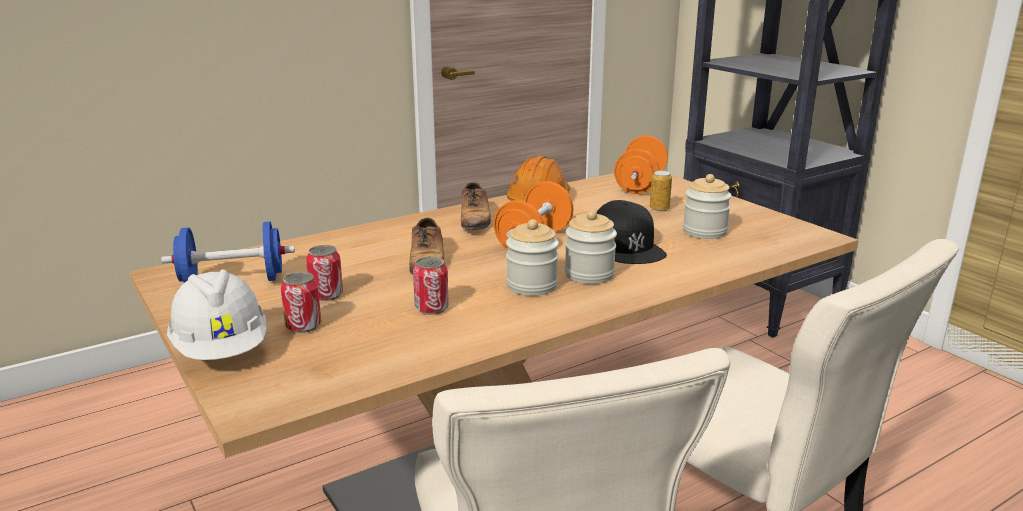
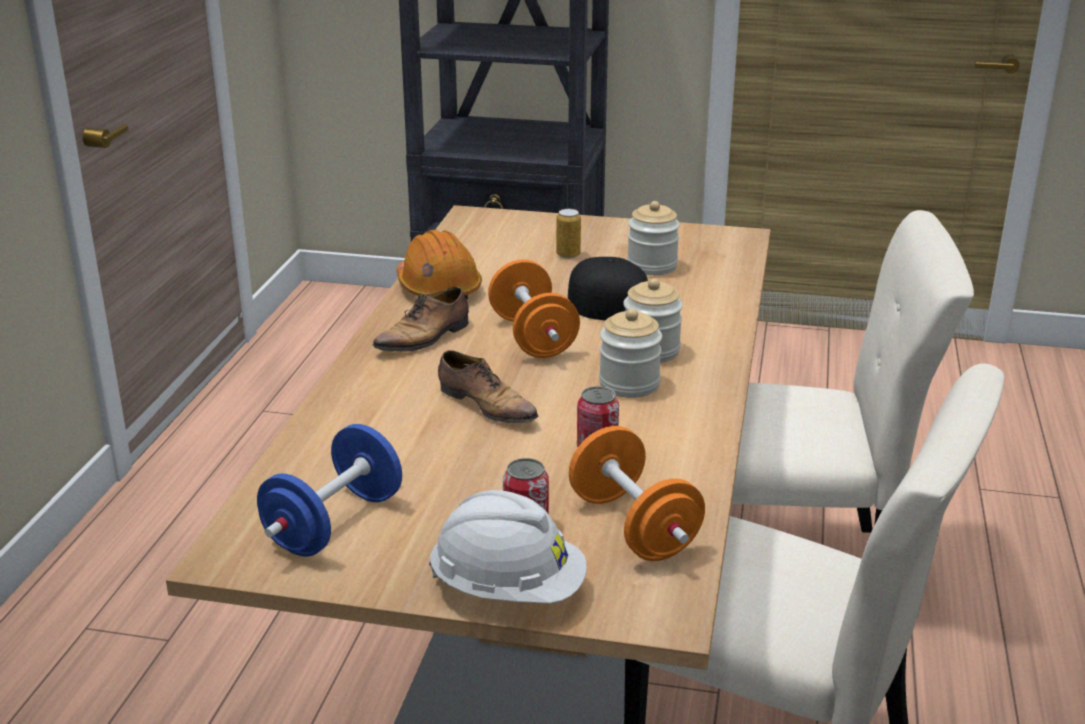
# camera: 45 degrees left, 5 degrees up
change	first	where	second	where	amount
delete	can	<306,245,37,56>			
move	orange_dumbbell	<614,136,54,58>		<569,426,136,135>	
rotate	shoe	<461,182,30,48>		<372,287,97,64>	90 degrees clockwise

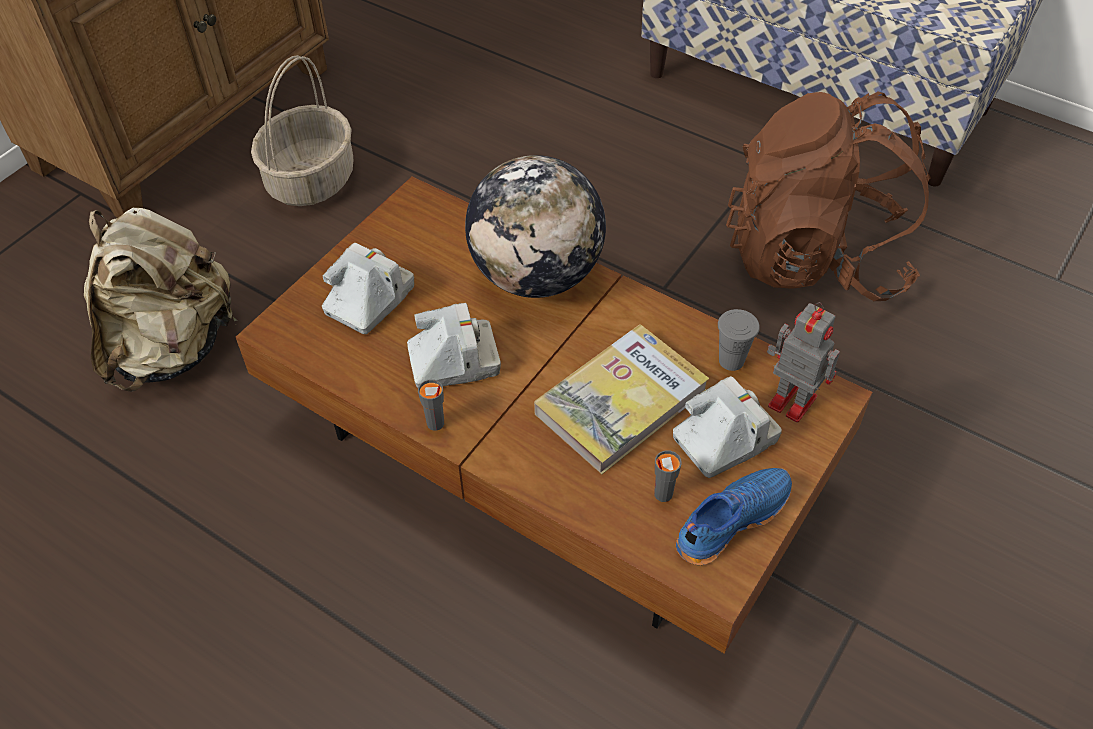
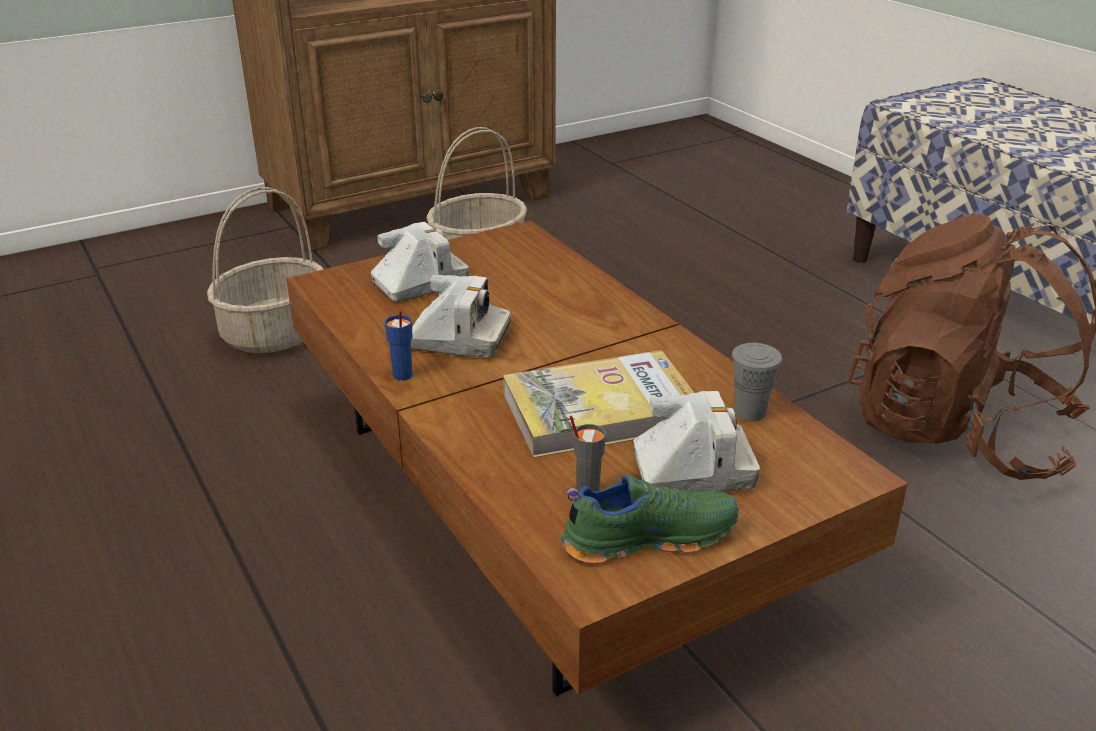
# camera: 25 degrees right, 20 degrees down
change	first	where	second	where	amount
delete	globe	<465,155,141,143>			
delete	toy_robot	<767,302,73,121>			
replace	beige_backpack	<84,208,154,183>	basket	<207,187,116,166>	
recolor	grey_cup	<418,379,26,52>	blue_cup	<384,310,29,71>	
recolor	blue_shoe	<676,468,116,97>	green_shoe	<561,475,178,89>	

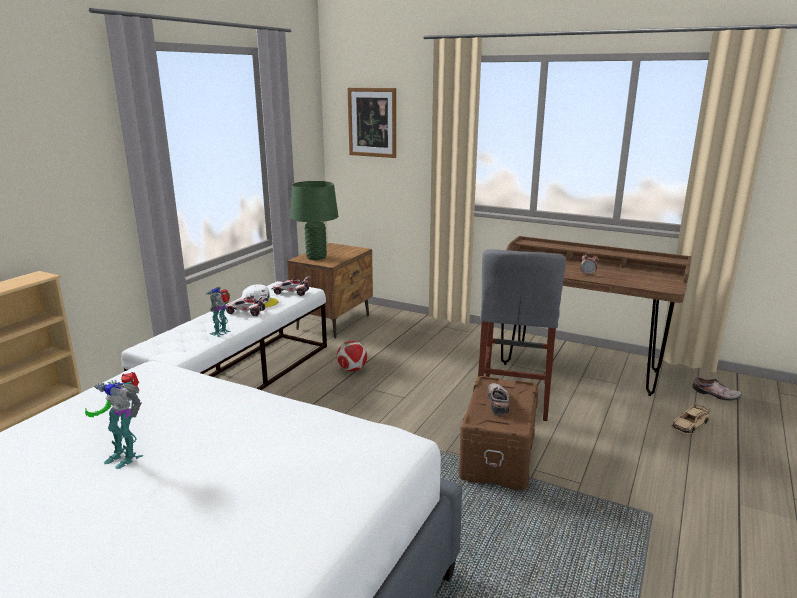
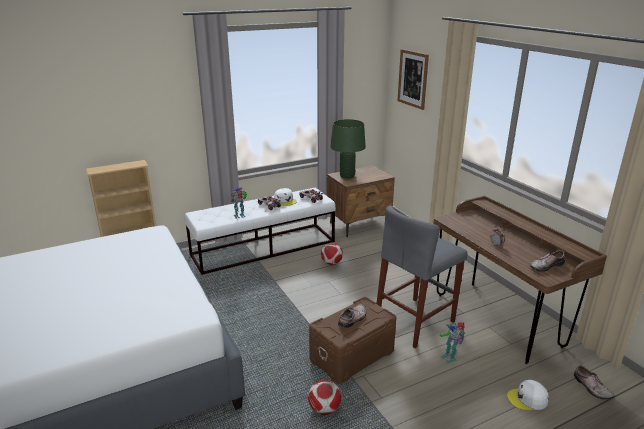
# camera: 35 degrees right, 5 degrees up
change	first	where	second	where	amount
insert			football	<308,380,33,35>	
insert			shoe	<530,250,35,22>	
move	toy_robot	<85,372,58,97>		<440,322,25,41>	
replace	beige_toy_car	<672,402,39,32>	white_cap	<507,380,42,31>	

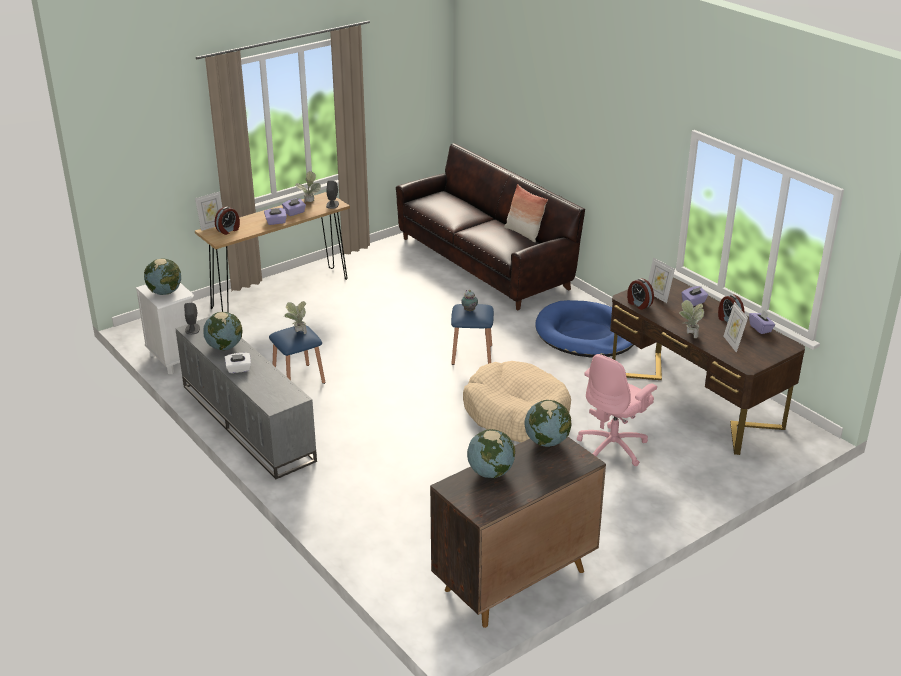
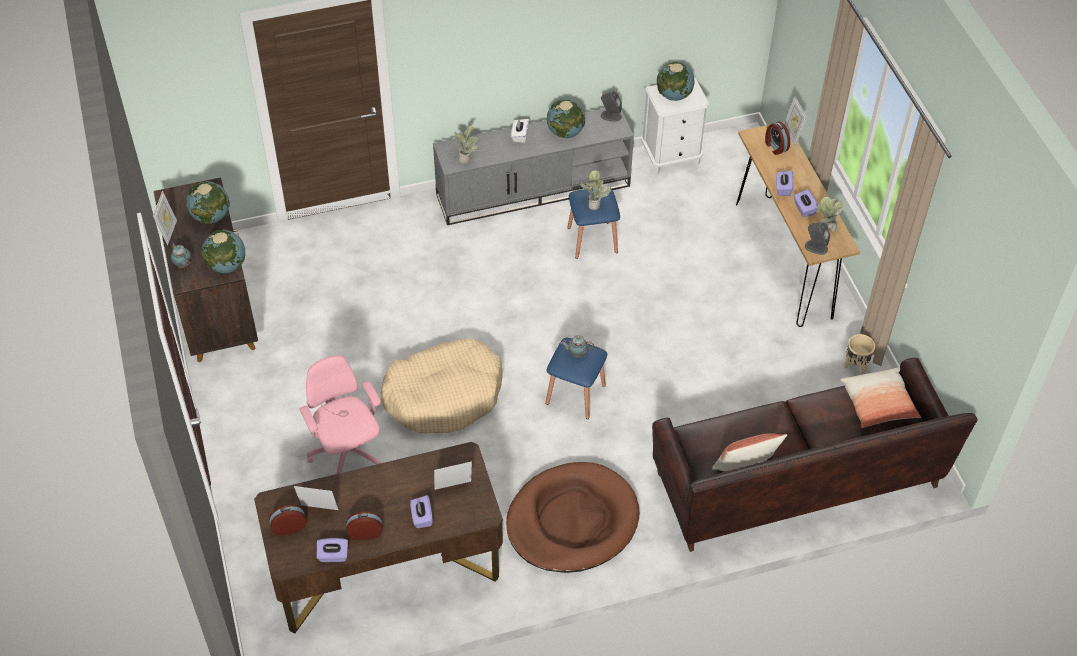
# camera: 110 degrees right, 20 degrees up
change	first	where	second	where	amount
insert			picture_frame	<153,191,24,54>	
insert			teapot	<171,243,20,25>	
insert			pillow	<840,368,81,60>	
insert			beige_planter	<844,334,31,40>	
move	alarm_clock	<627,278,27,32>		<269,505,38,31>	
move	potted_plant	<679,300,25,38>		<454,126,24,38>	
recolor	blue_dog_bed	<535,300,99,58>	brown_dog_bed	<506,462,134,111>	

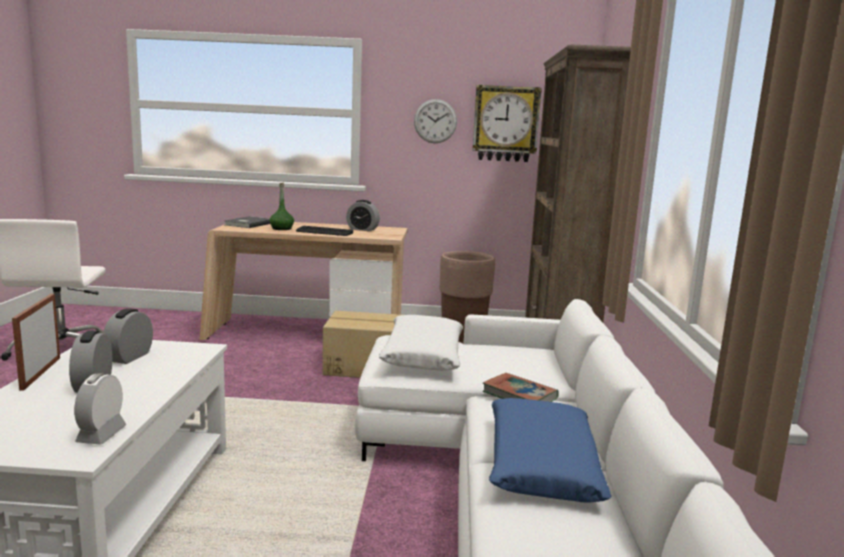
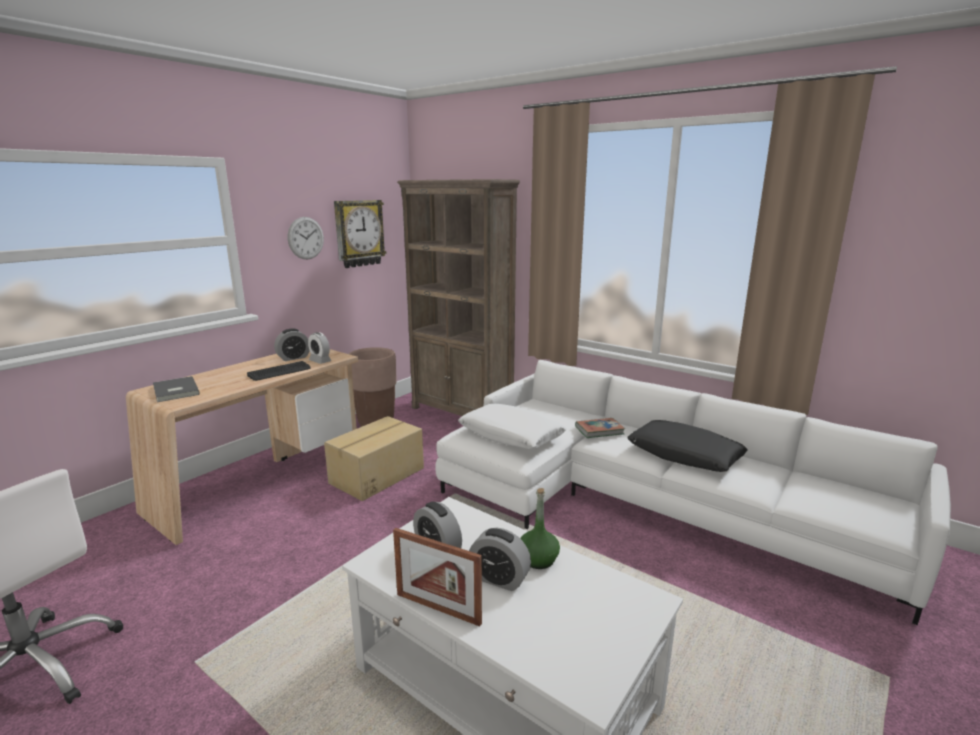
# camera: 55 degrees left, 5 degrees up
change	first	where	second	where	amount
move	alarm_clock	<74,373,53,72>		<308,332,24,32>	
move	green_bottle	<270,183,24,47>		<520,488,40,81>	
recolor	blue_pillow	<489,398,123,105>	black_pillow	<627,420,121,52>	

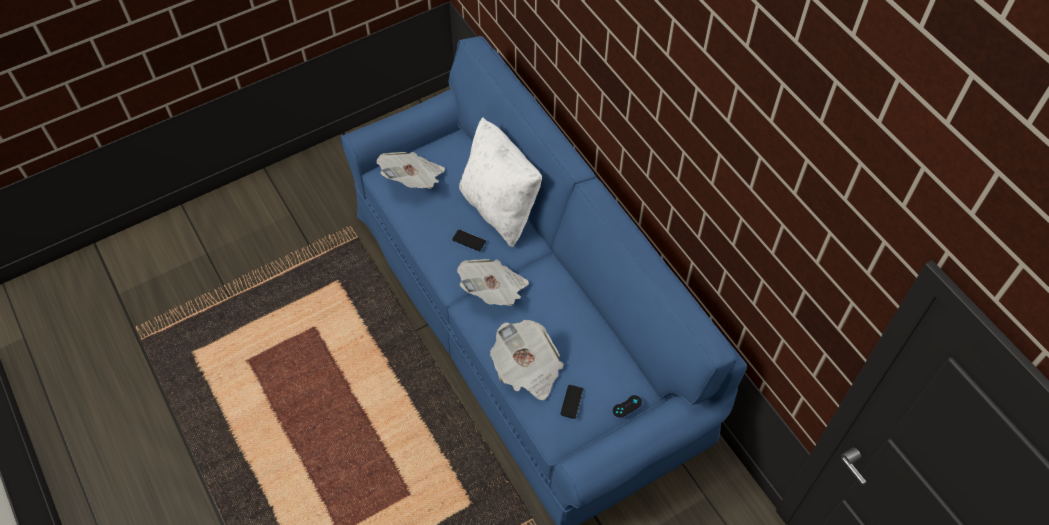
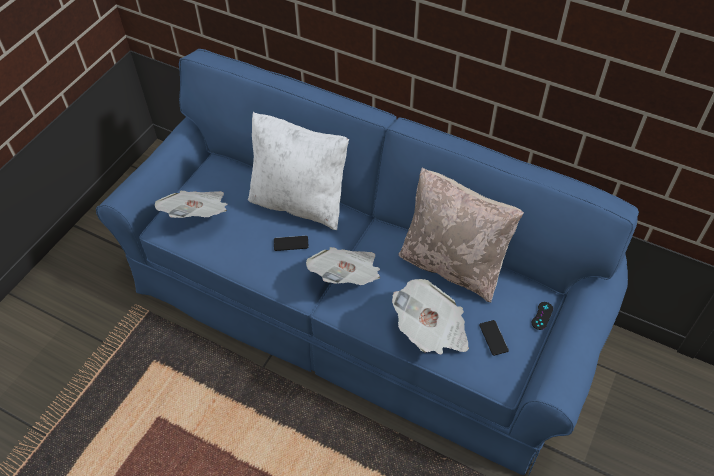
# camera: 30 degrees left, 5 degrees down
change	first	where	second	where	amount
insert			beige_pillow	<398,167,126,135>	

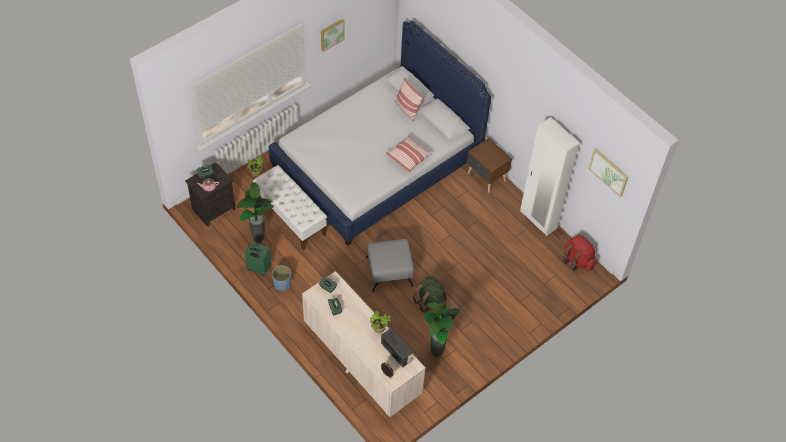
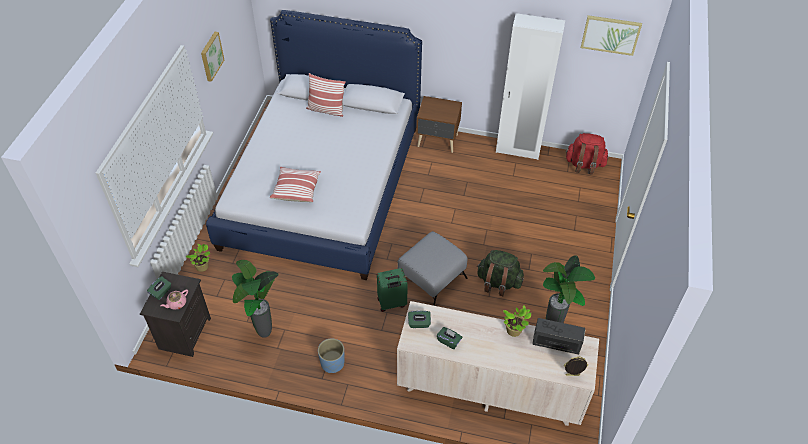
# camera: 35 degrees left, 5 degrees down
change	first	where	second	where	amount
delete	white_bench	<253,165,74,85>			
move	green_suitcase	<245,242,27,34>		<377,268,31,44>	
move	pillow	<386,135,46,37>		<270,167,51,35>	

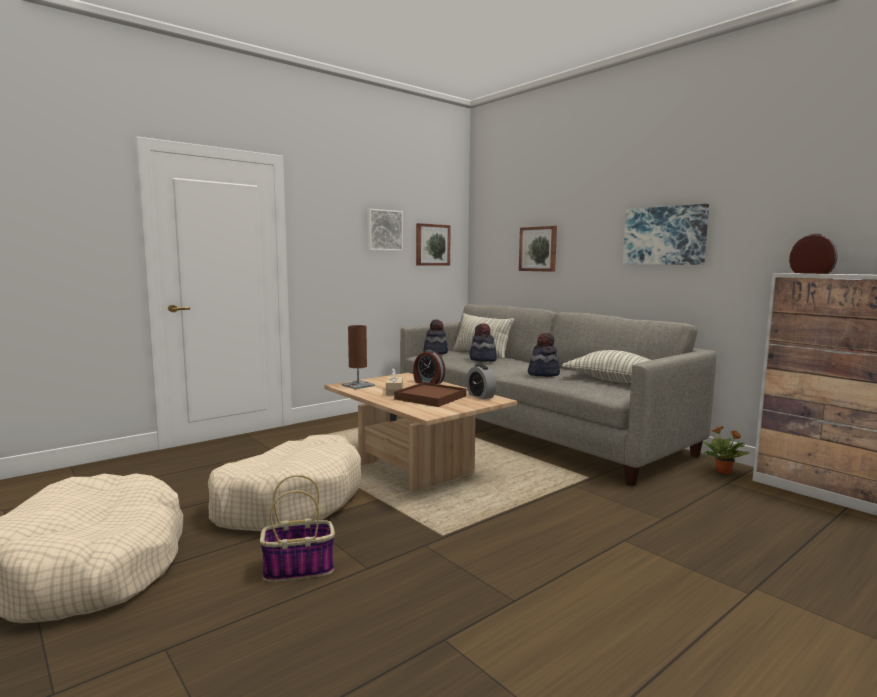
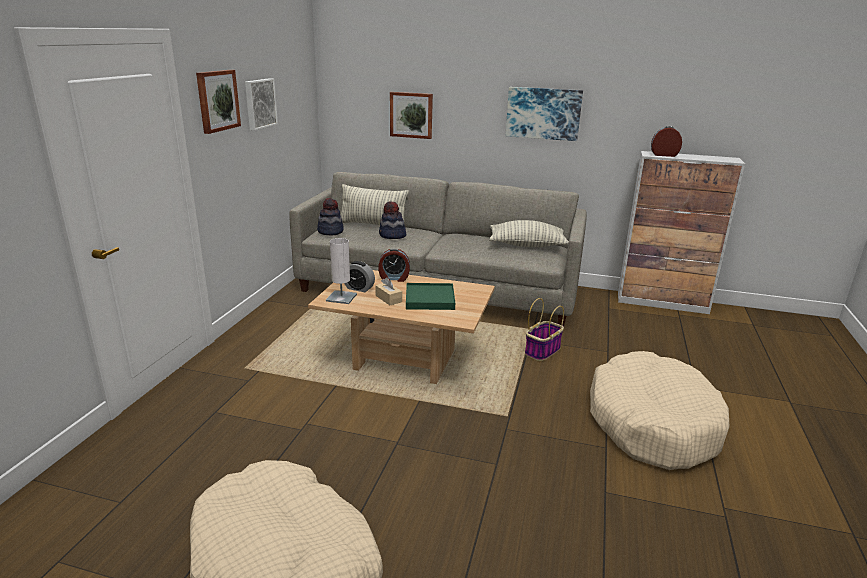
# camera: 35 degrees left, 15 degrees up
change	first	where	second	where	amount
delete	hat	<528,333,32,44>			
delete	potted_plant	<703,426,46,48>			
move	beige_dog_bed	<208,435,153,96>		<590,351,140,119>	
move	basket	<260,475,75,107>		<525,298,39,63>	
move	picture	<416,223,35,43>		<196,70,45,64>	
move	alarm_clock	<466,364,30,35>		<344,261,31,31>	
recolor	brown_table_lamp	<341,325,34,64>	white_table_lamp	<326,238,31,66>	
recolor	brown_tray	<394,382,72,25>	green_tray	<406,283,49,27>	

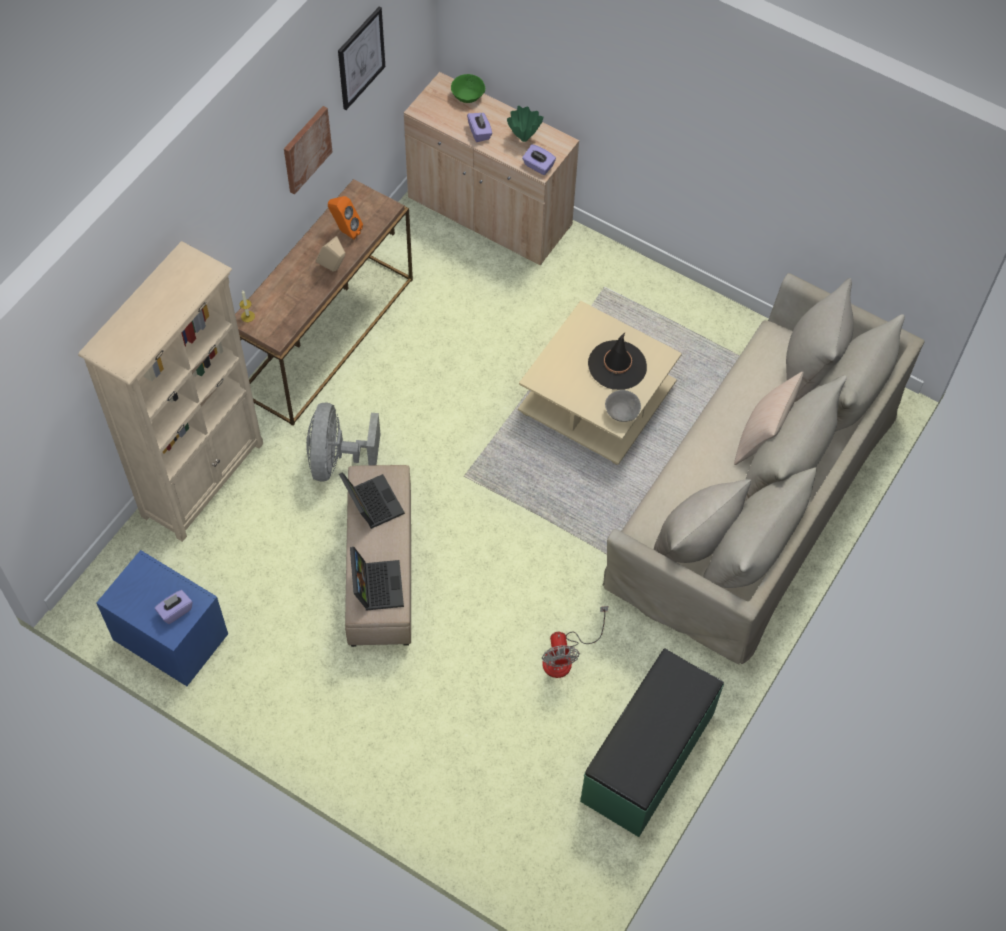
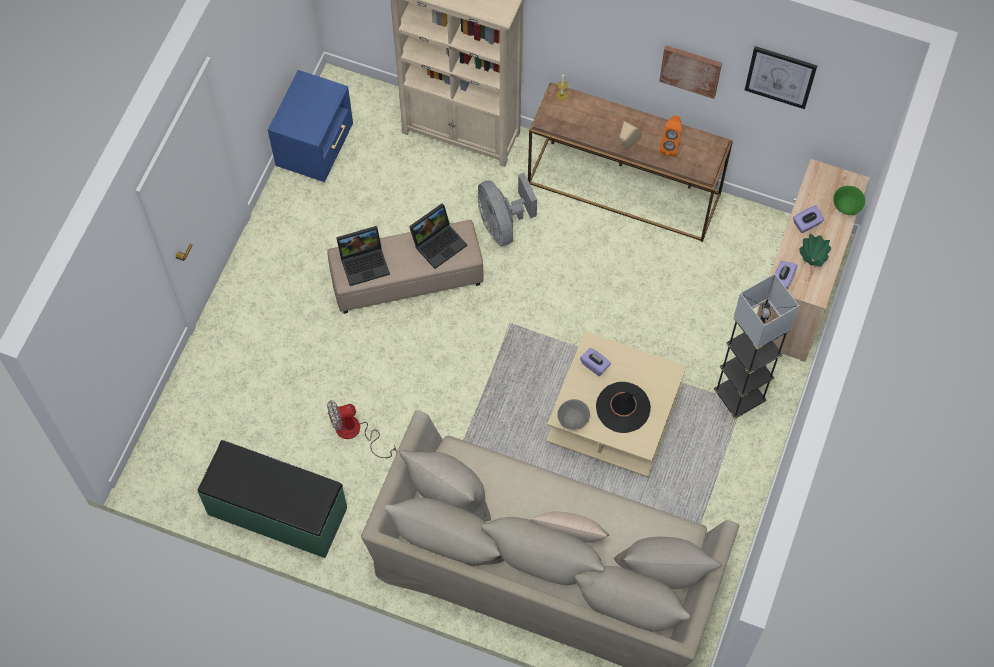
# camera: 80 degrees right, 5 degrees up
change	first	where	second	where	amount
insert			grey_floor_lamp	<714,274,85,145>	
move	purple_tissue_box	<155,590,38,34>		<580,348,31,28>	
rotate	grey_fan	<306,403,74,79>		<478,173,59,73>	105 degrees counterclockwise

